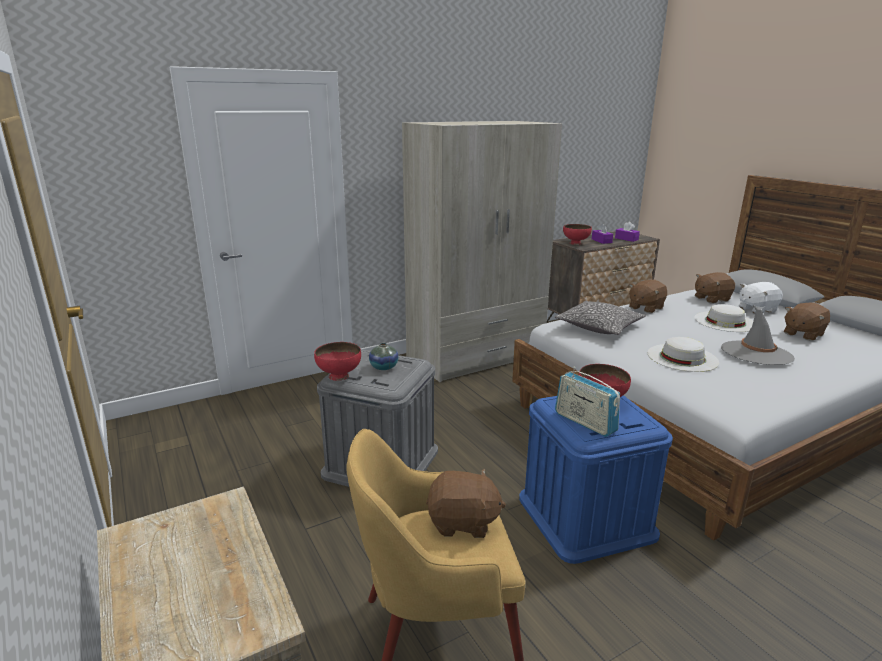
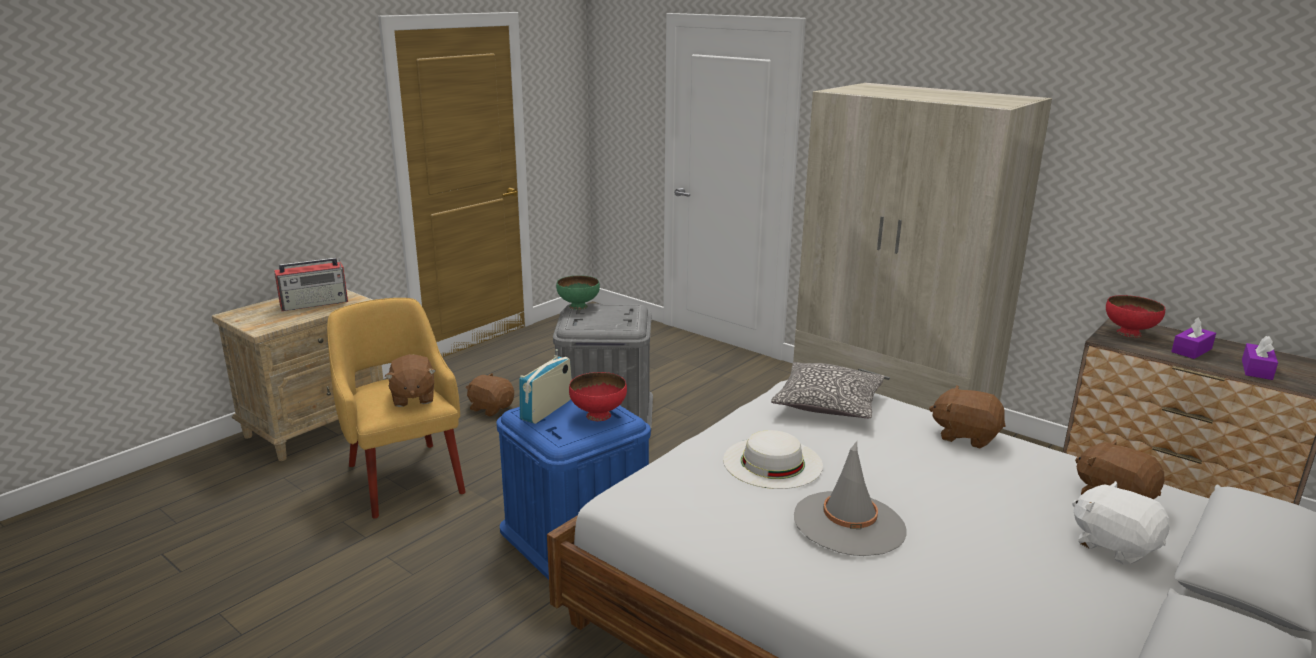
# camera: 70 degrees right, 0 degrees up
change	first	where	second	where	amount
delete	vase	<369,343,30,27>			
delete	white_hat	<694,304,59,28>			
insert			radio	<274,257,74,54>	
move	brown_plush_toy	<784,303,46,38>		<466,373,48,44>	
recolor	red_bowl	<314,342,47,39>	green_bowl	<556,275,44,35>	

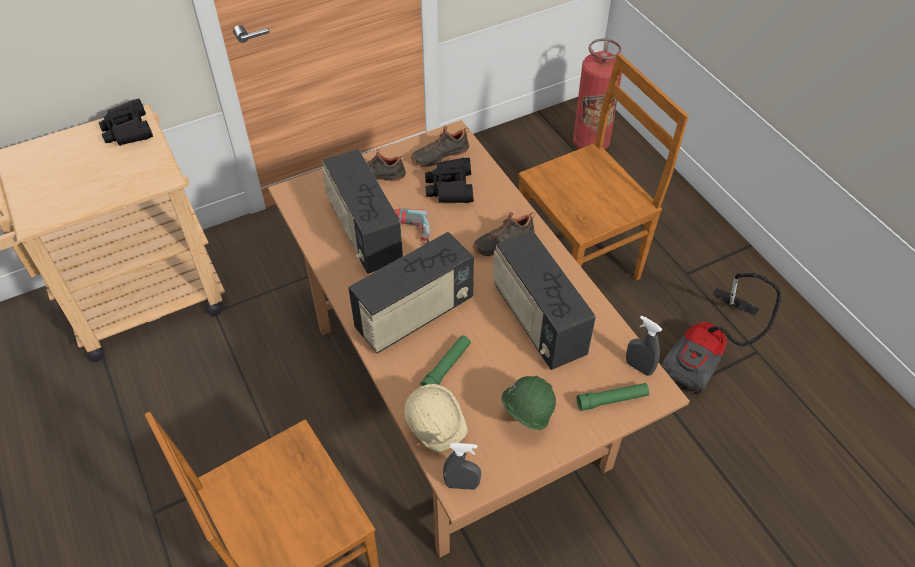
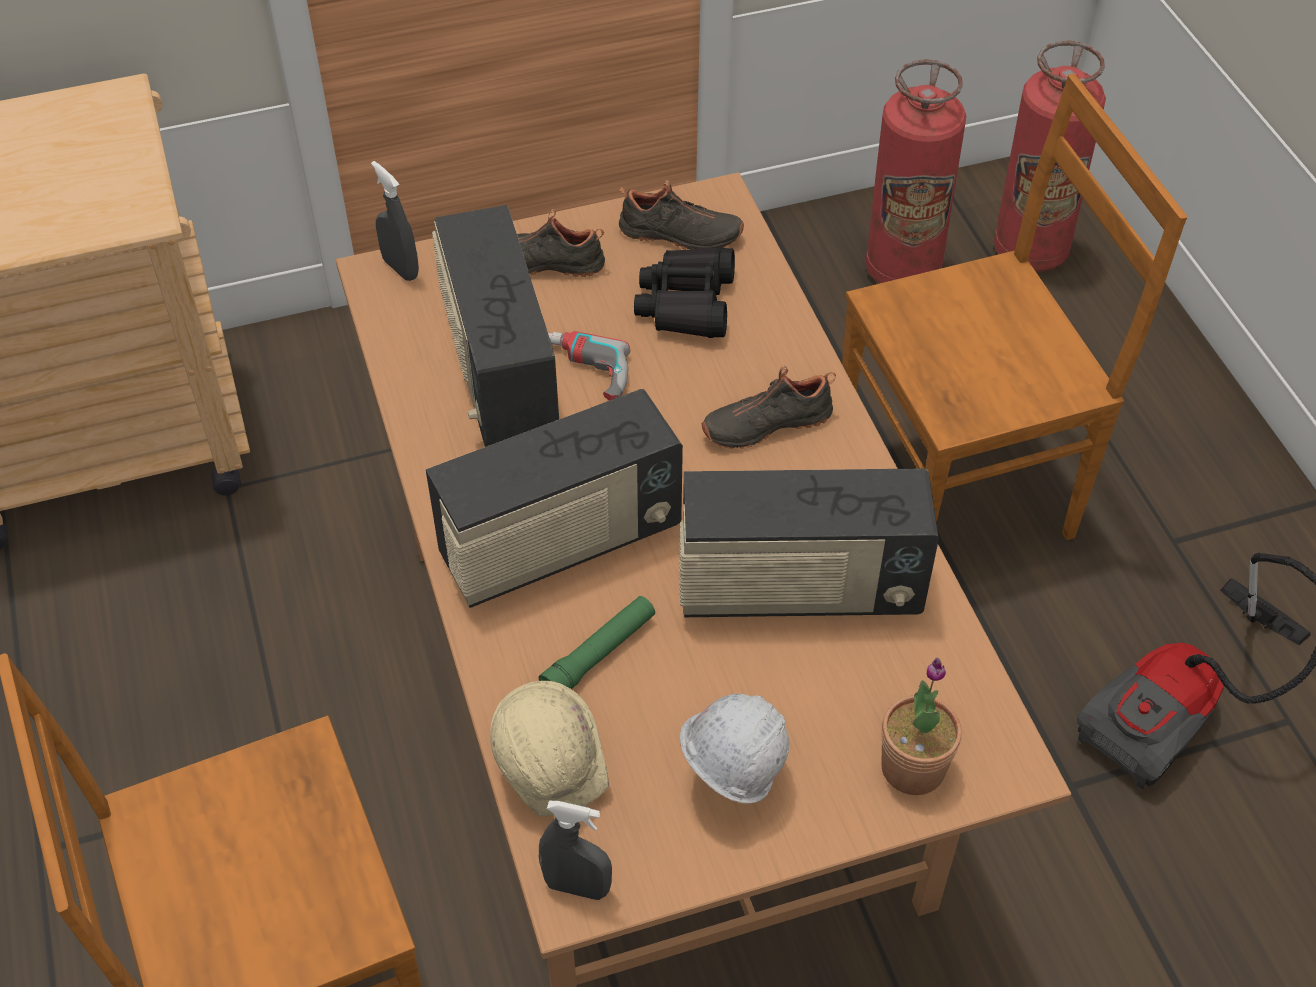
# camera: 10 degrees right, 0 degrees up
change	first	where	second	where	amount
delete	black_binoculars	<99,99,54,47>			
insert			fire_extinguisher	<866,59,100,225>	
move	grey_spray_bottle	<626,315,36,61>		<371,161,48,120>	
replace	green_flashlight	<577,383,72,28>	potted_plant	<881,658,81,137>	
recolor	green_hard_hat	<502,376,54,54>	white_hard_hat	<679,694,110,110>	
rotate	black_shoe	<411,126,58,41>		<619,180,125,70>	150 degrees counterclockwise
rotate	radio	<493,231,103,139>		<679,468,260,149>	75 degrees counterclockwise

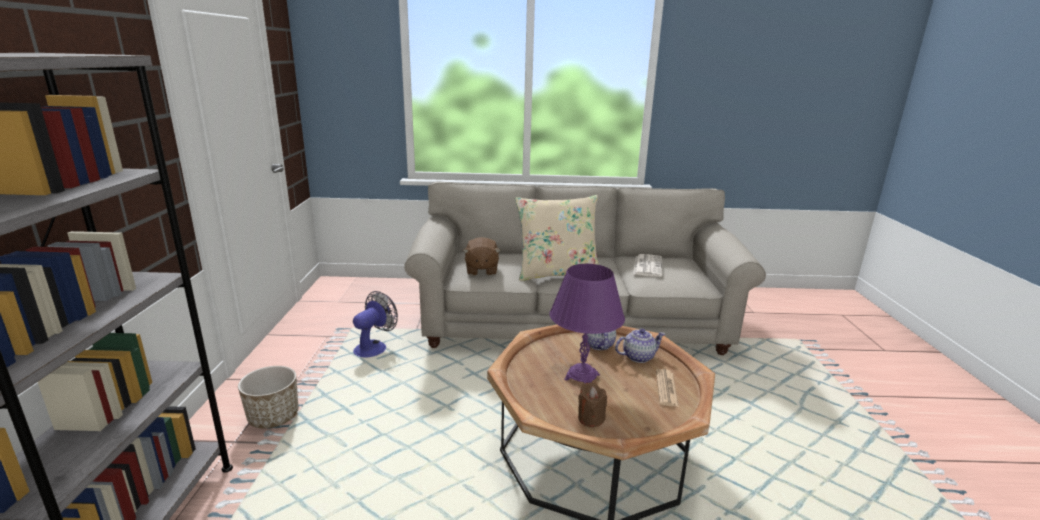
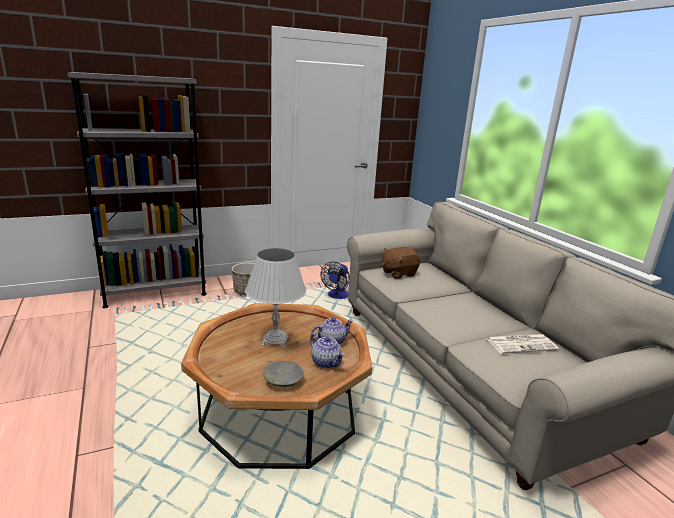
# camera: 65 degrees right, 0 degrees up
change	first	where	second	where	amount
delete	beige_pillow	<515,195,84,86>			
delete	brown_candle	<578,382,29,45>			
replace	newspaper	<656,369,23,38>	grey_bowl	<263,361,41,28>	
recolor	purple_table_lamp	<550,264,75,119>	white_table_lamp	<245,248,61,100>	
rotate	fan	<353,291,45,66>		<320,262,30,37>	105 degrees clockwise

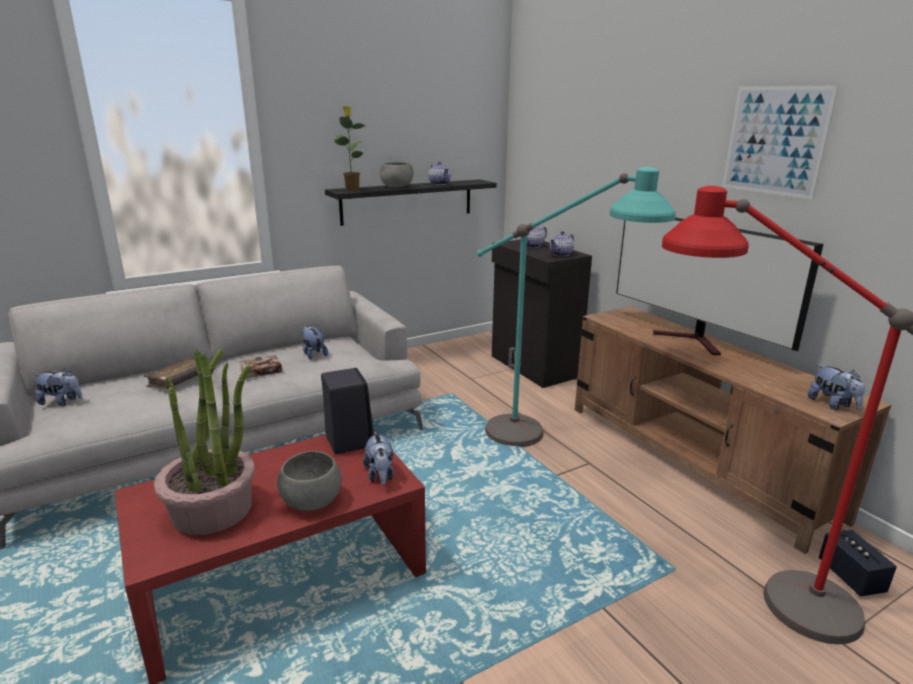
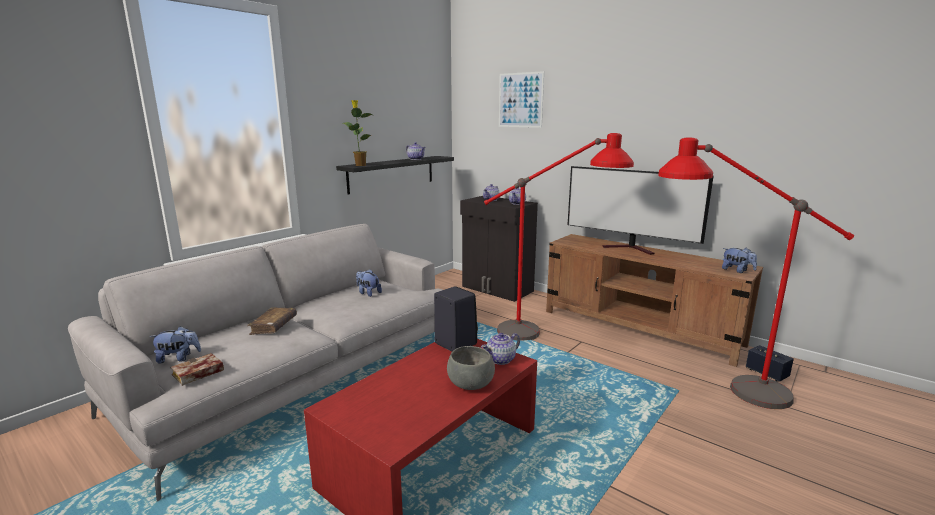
# camera: 20 degrees left, 5 degrees down
change	first	where	second	where	amount
delete	potted_plant	<154,349,101,186>			
delete	grey_bowl	<380,162,34,25>			
move	book	<240,355,42,24>		<170,353,54,33>	
move	picture	<722,85,117,115>		<499,71,45,57>	
replace	plush_toy	<363,431,31,55>	teapot	<481,333,39,32>	
recolor	turquoise_floor_lamp	<477,167,199,280>	red_floor_lamp	<484,133,150,208>	

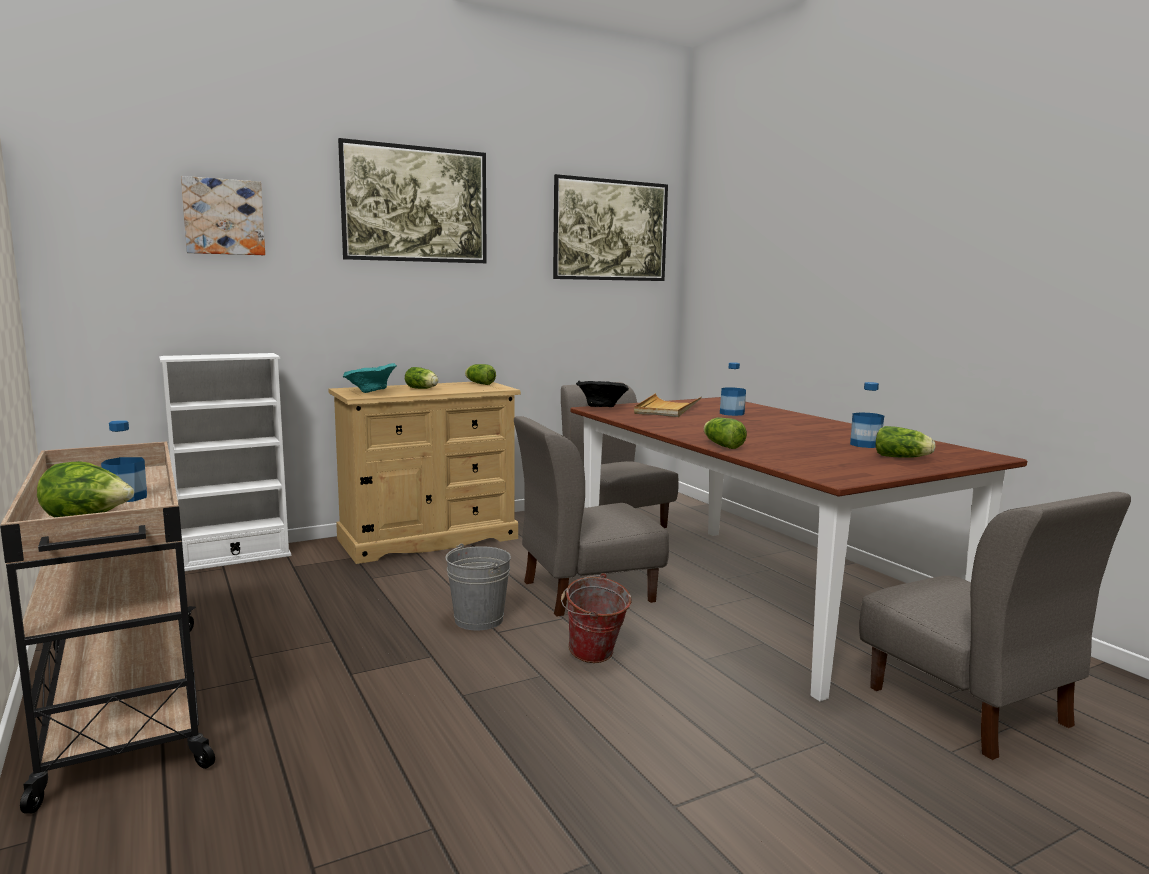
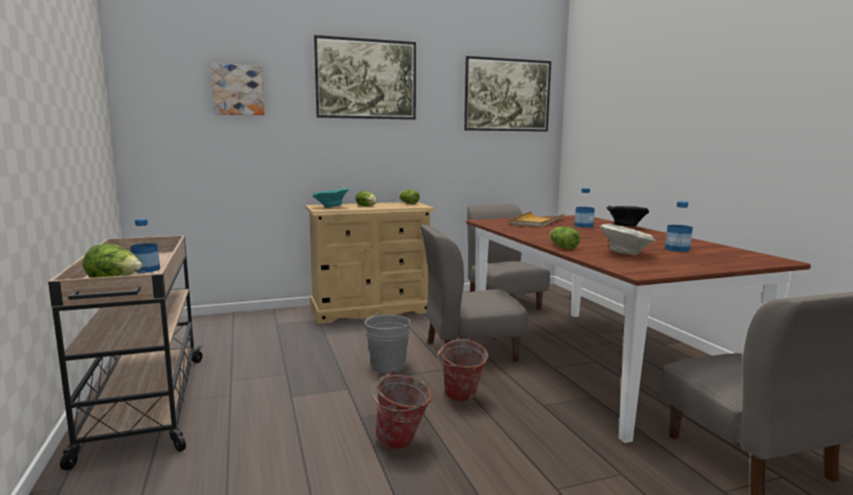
# camera: 10 degrees right, 0 degrees up
change	first	where	second	where	amount
delete	white_bookcase	<159,353,132,218>			
delete	lettuce	<876,426,60,32>			
insert			bucket	<372,371,60,79>	
insert			beige_bowl	<599,224,57,31>	
move	black_bowl	<576,381,53,26>		<607,206,42,20>	

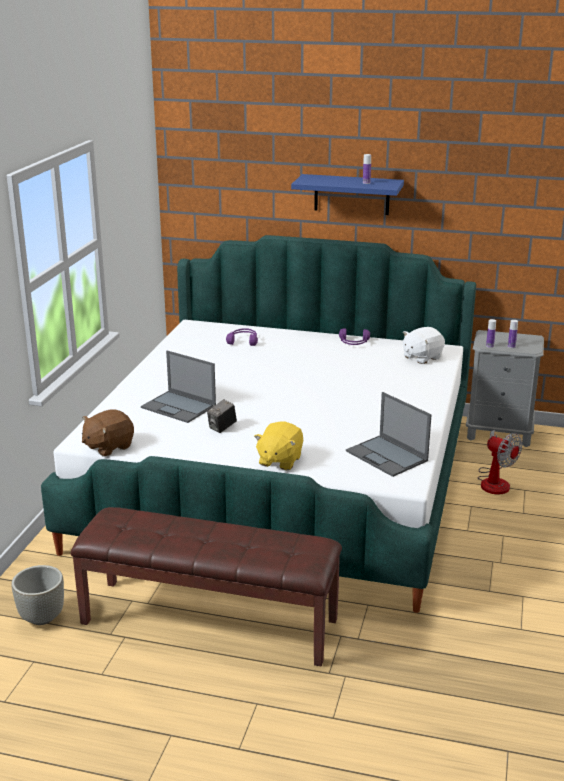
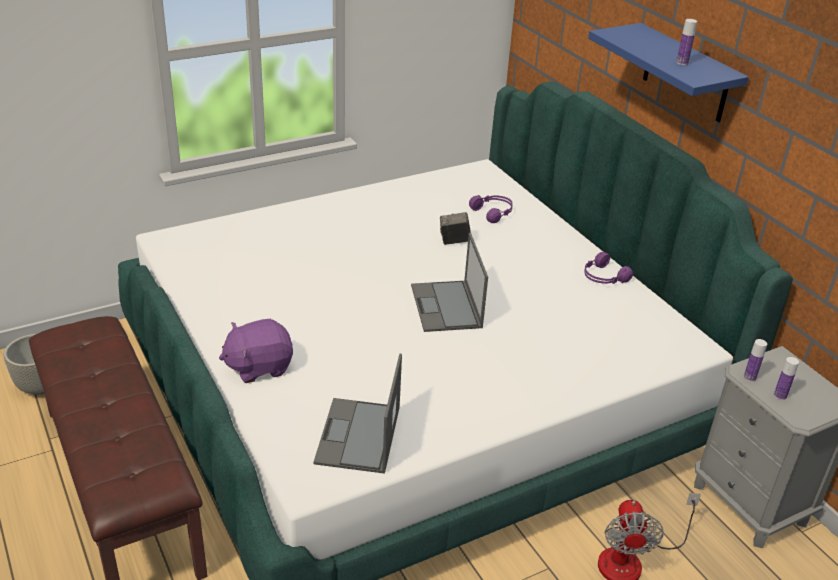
# camera: 45 degrees right, 10 degrees up
change	first	where	second	where	amount
delete	brown_plush_toy	<82,409,52,48>			
delete	white_plush_toy	<403,327,42,37>			
move	laptop	<141,350,75,73>		<411,233,77,99>	
move	photo_camera	<207,399,30,34>		<440,212,31,33>	
recolor	yellow_plush_toy	<254,422,49,48>	purple_plush_toy	<219,319,74,64>	

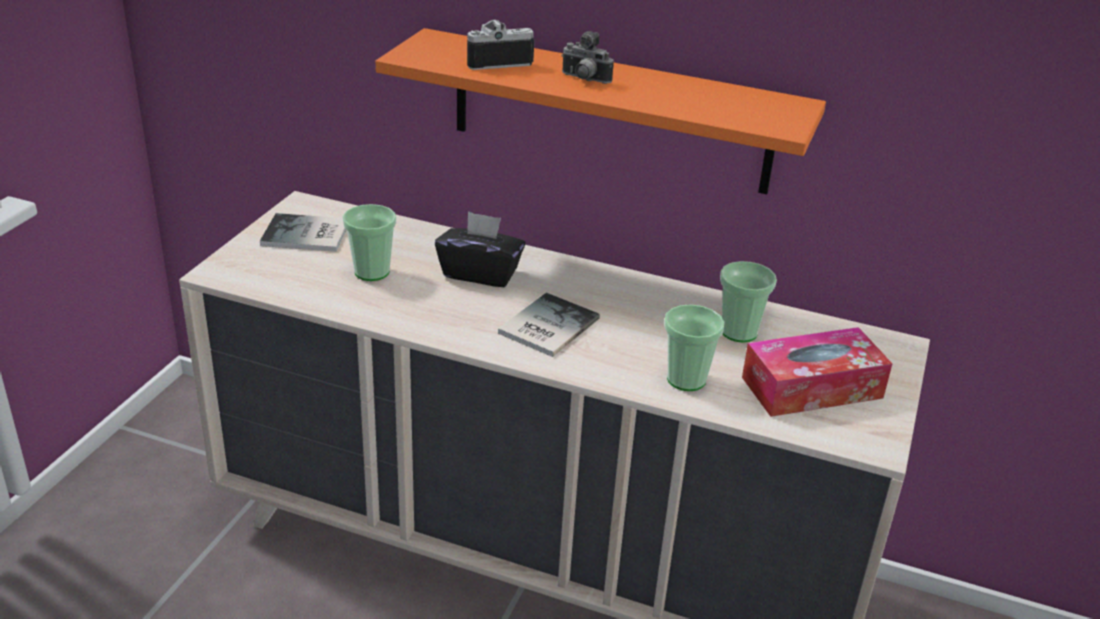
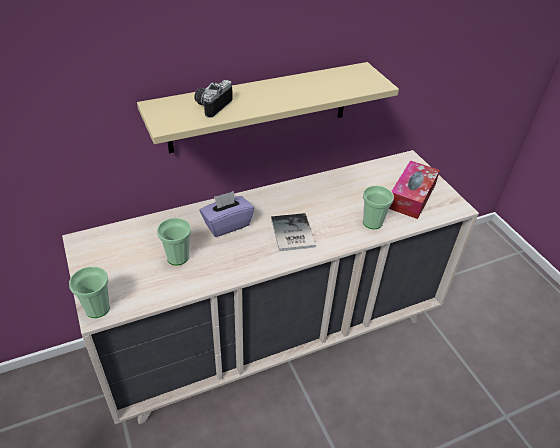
# camera: 45 degrees left, 10 degrees up
change	first	where	second	where	amount
delete	book	<260,213,86,39>			
delete	photo_camera	<561,31,53,53>			
move	cup	<720,261,57,82>		<69,266,41,52>	
recolor	orange_shelf	<376,28,450,166>	beige_shelf	<137,62,262,91>	
recolor	black_tissue_box	<435,211,91,76>	purple_tissue_box	<200,191,54,46>	

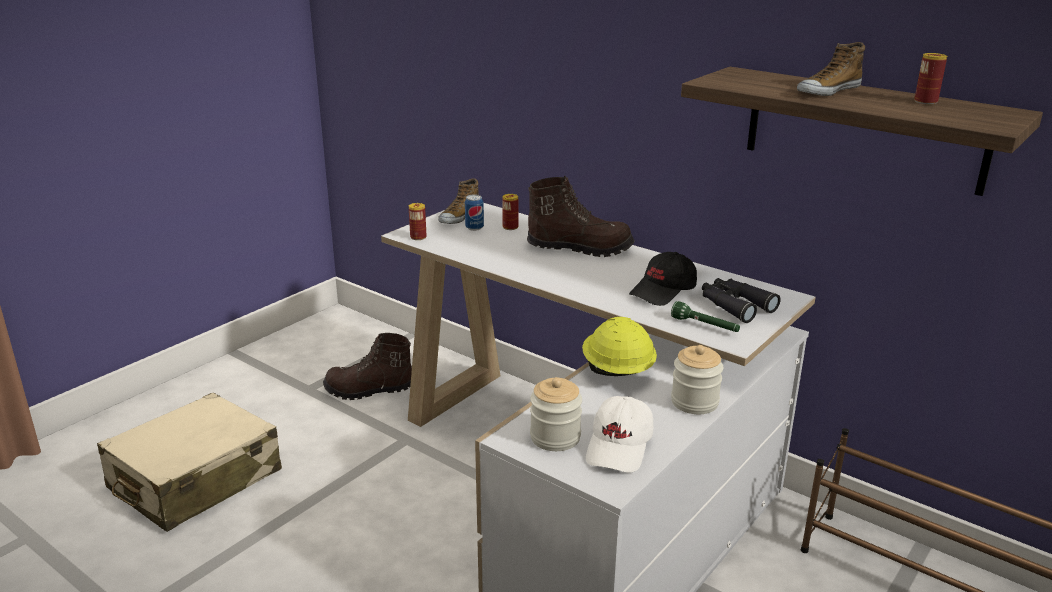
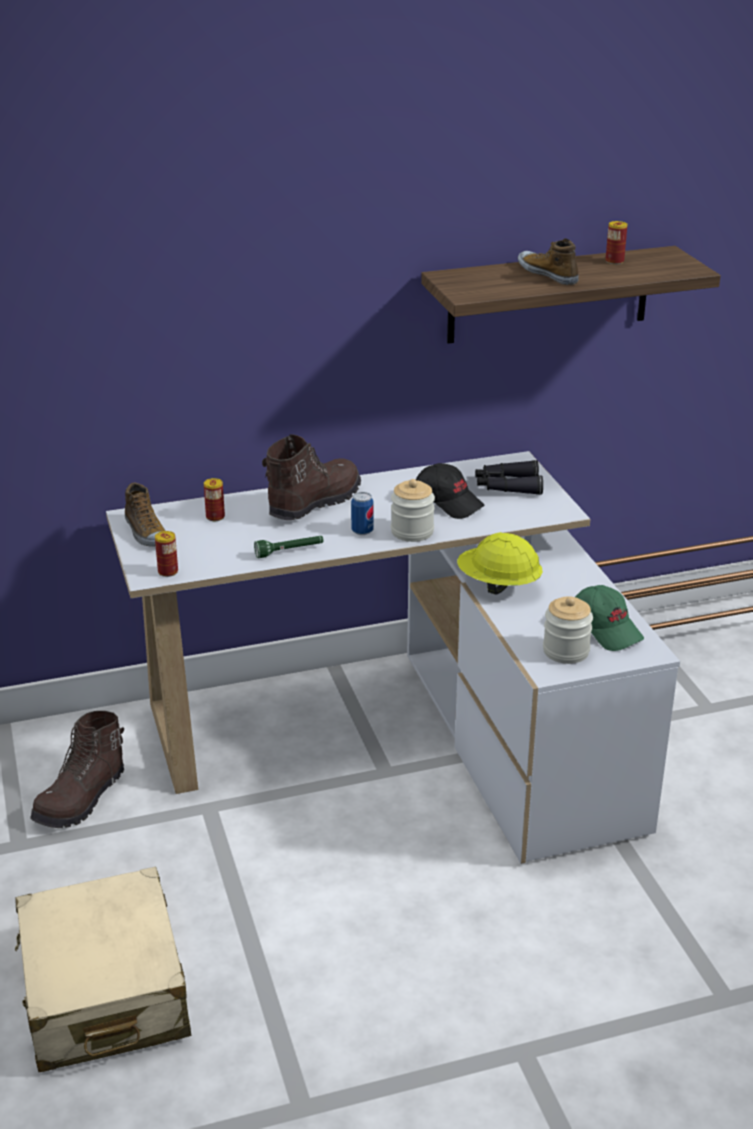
# camera: 55 degrees left, 5 degrees up
change	first	where	second	where	amount
move	can	<465,194,19,37>		<351,492,23,43>	
move	green_flashlight	<671,301,69,31>		<254,536,70,22>	
move	jar	<671,345,52,69>		<391,479,44,63>	
recolor	white_cap	<586,396,67,77>	green_cap	<575,585,69,66>	
rotate	black_cap	<629,252,68,54>		<416,463,69,56>	45 degrees counterclockwise
rotate	shoe	<797,42,68,54>		<518,238,61,47>	150 degrees clockwise

